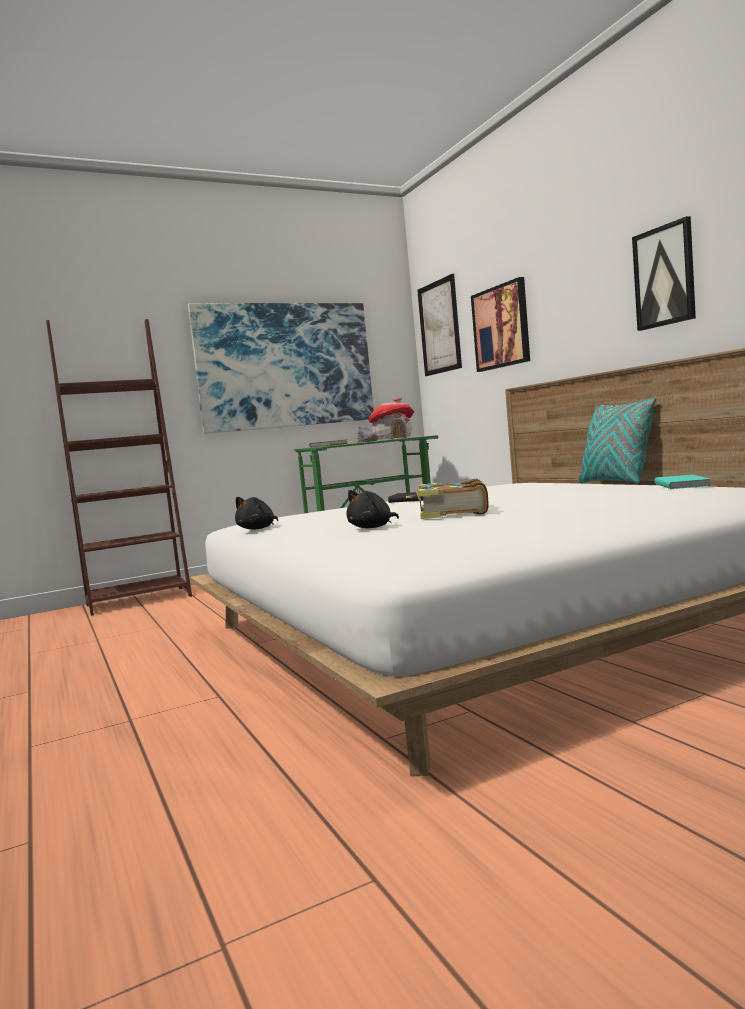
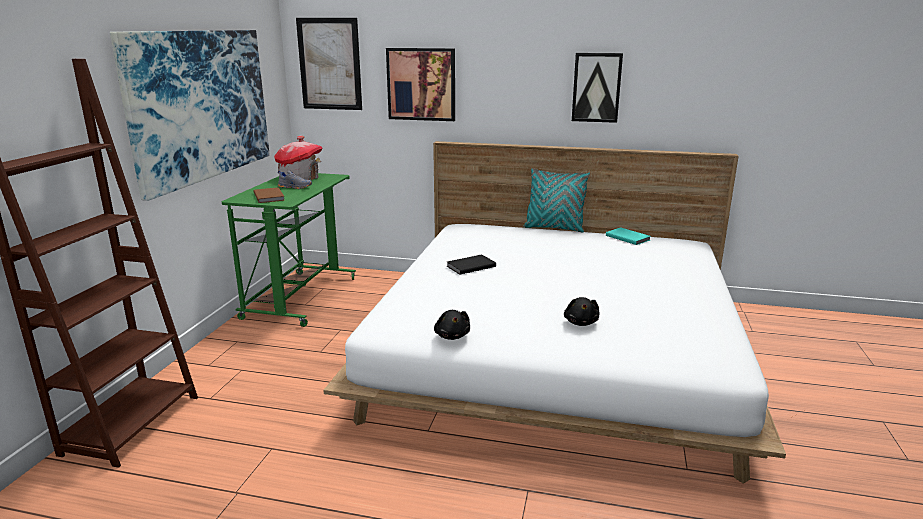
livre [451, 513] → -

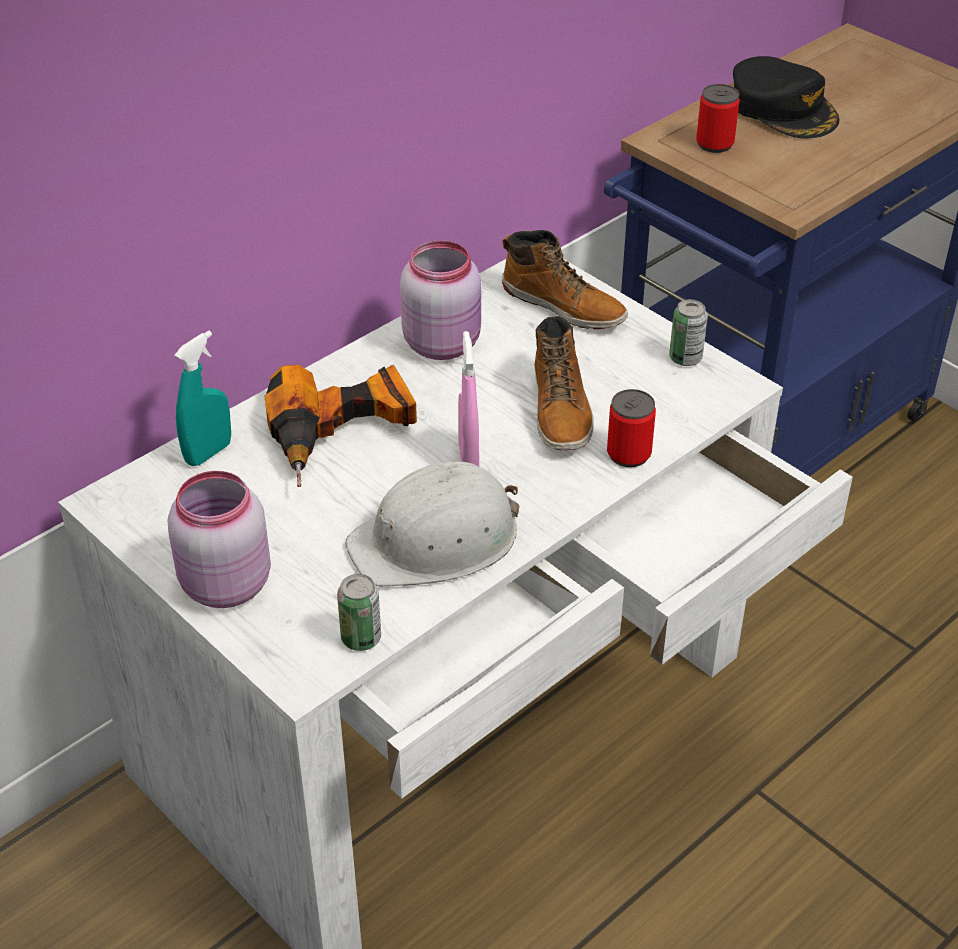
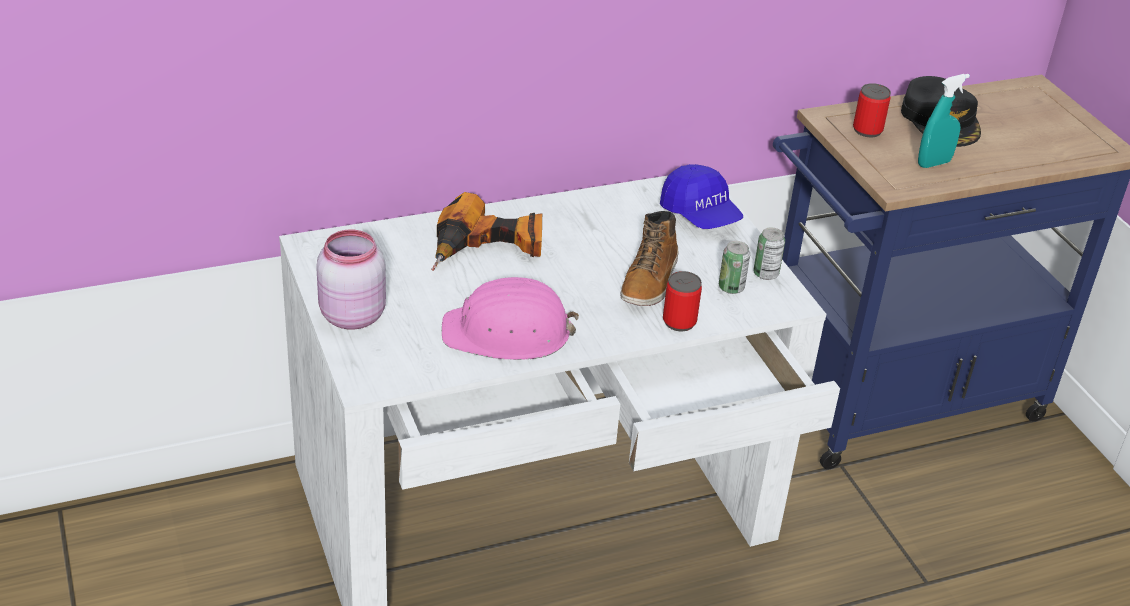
vaporisateur (turquoise) [208, 453] → vaporisateur (turquoise) [934, 163], relocated
boîte métallique [361, 638] → boîte métallique [731, 288], relocated
casque de chantier (blanc) [437, 540] → casque de chantier (rose) [508, 333]
bocal (rose) [443, 343] → -
vaporisateur (rose) [468, 457] → -
botte [564, 305] → casquette (bleu) [700, 215]

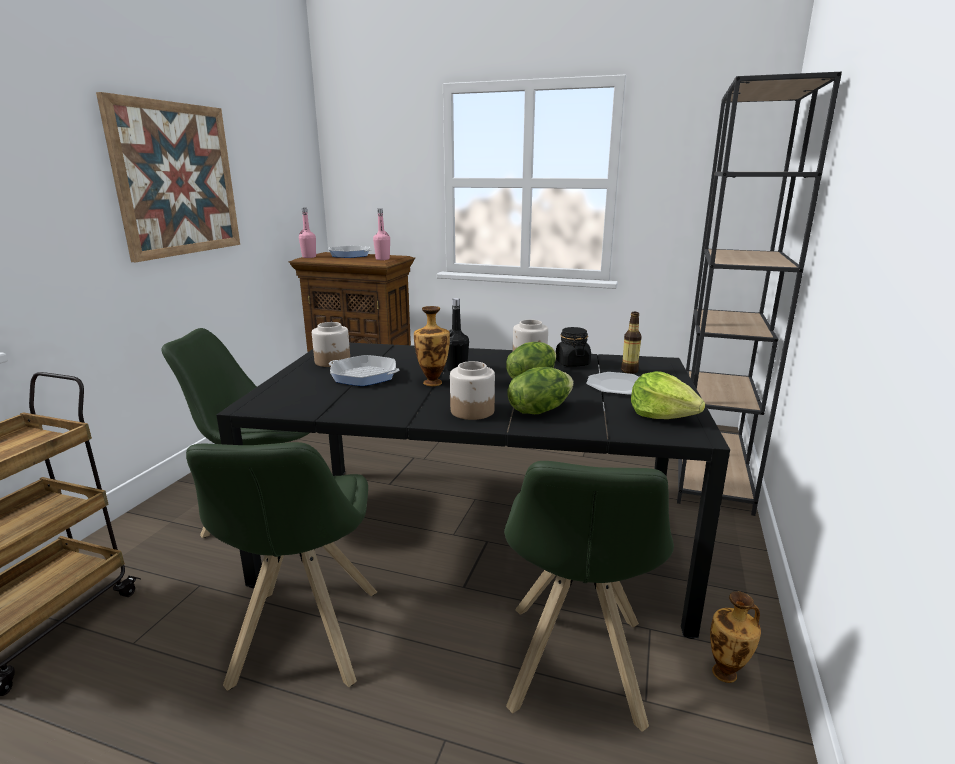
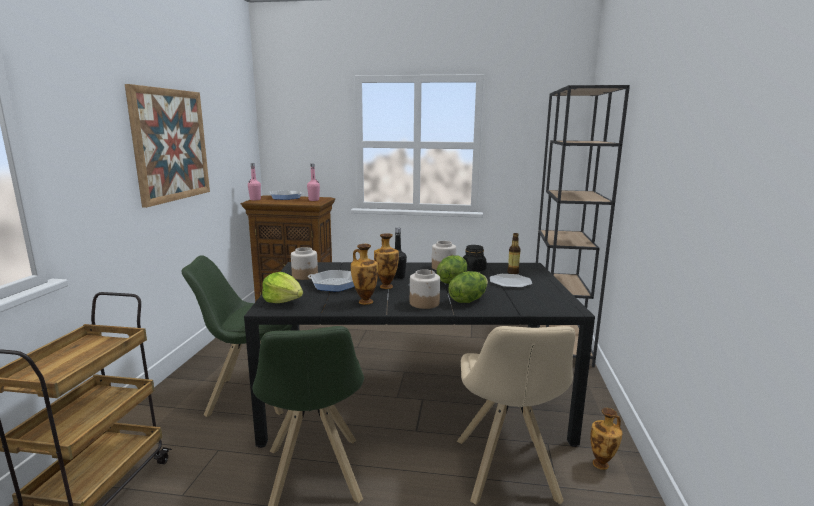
chaise (vert) [575, 664] → chaise (beige) [506, 470]
laitue [662, 415] → laitue [283, 301], relocated
- → vase [365, 301]

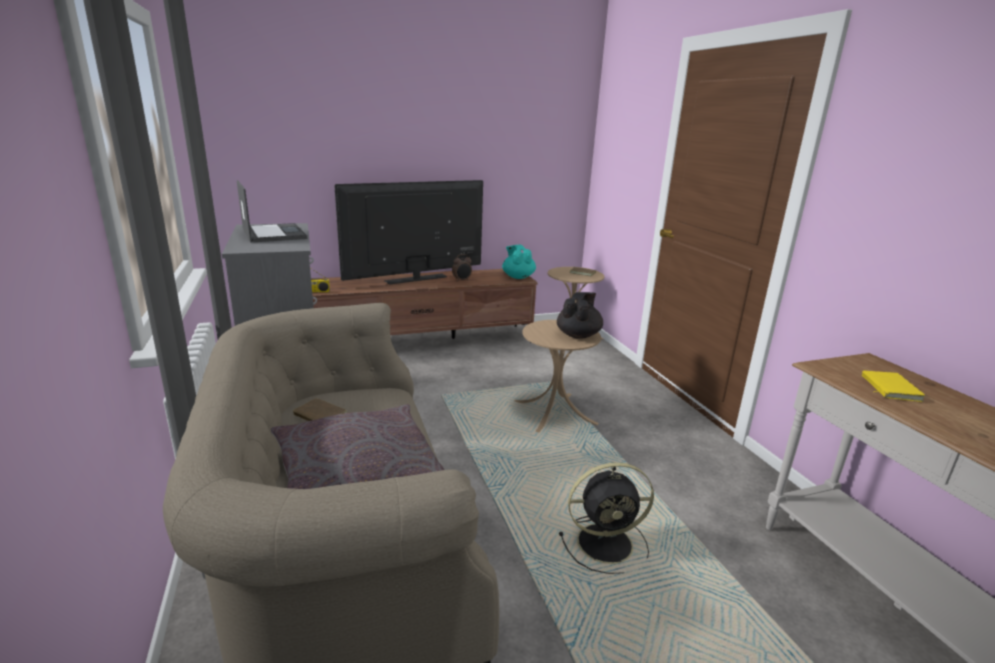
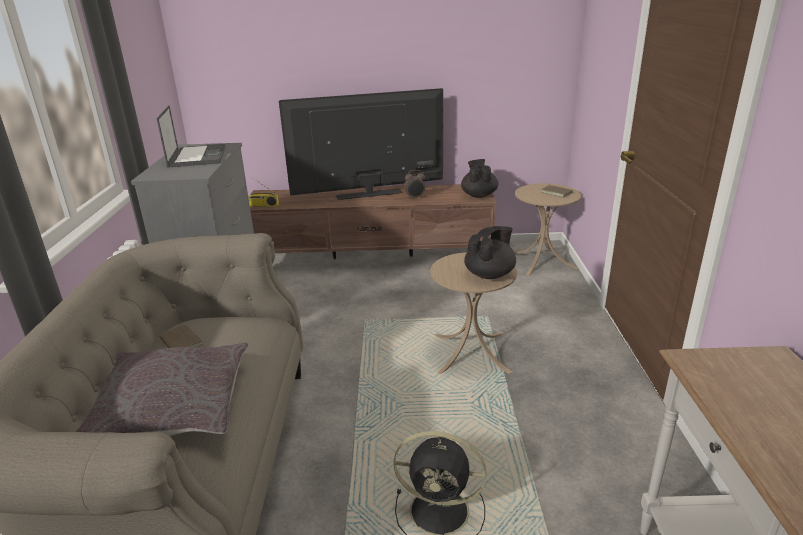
théière (turquoise) [518, 277] → théière (noir) [479, 195]
livre (jaune) [888, 388] → -

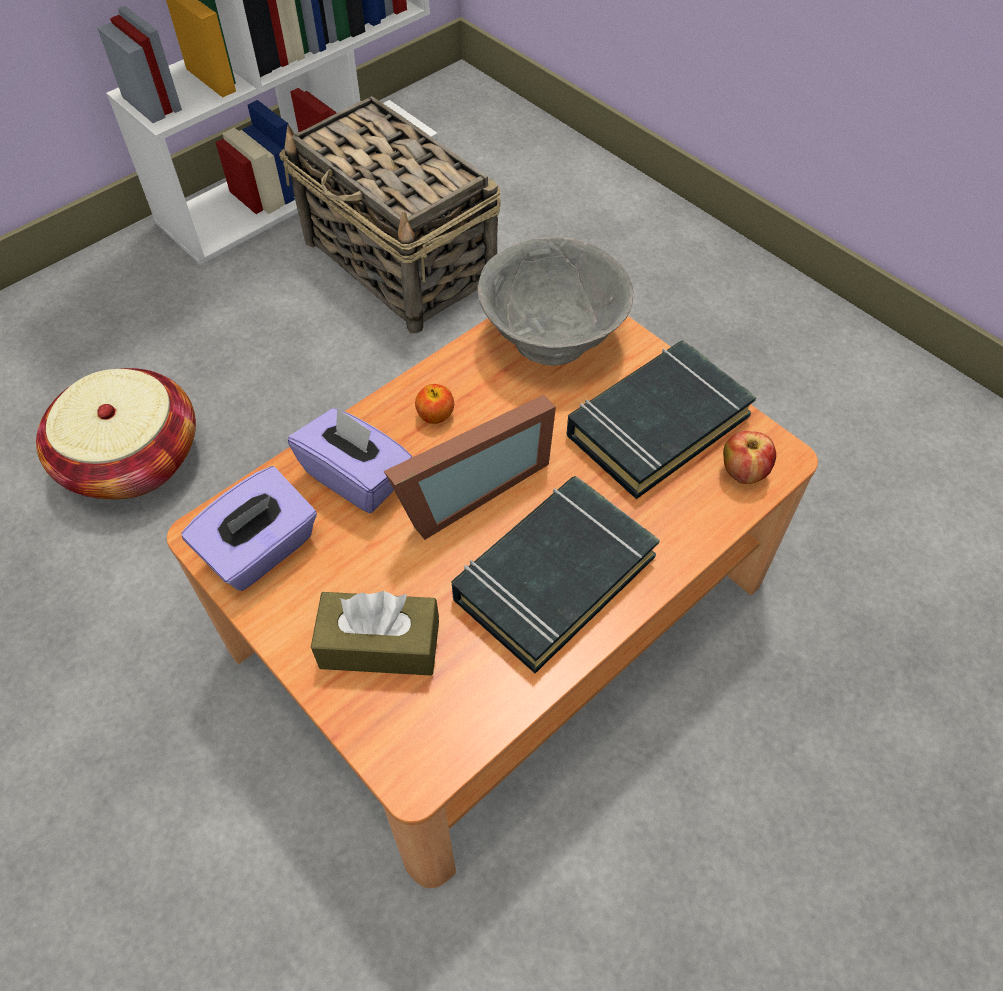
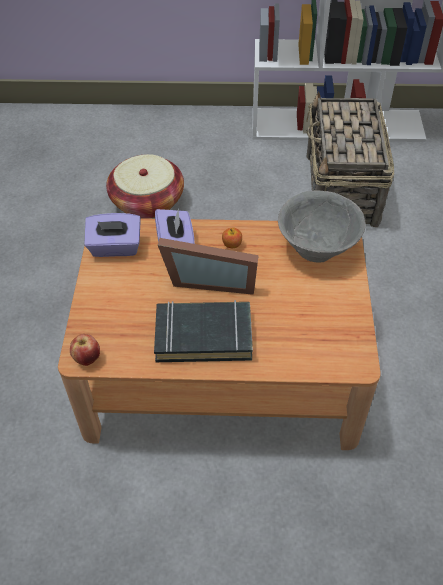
boîte à mouchoirs (marron) [380, 644] → -
livre (noir) [657, 425] → -
pomme [743, 472] → pomme [87, 358], relocated

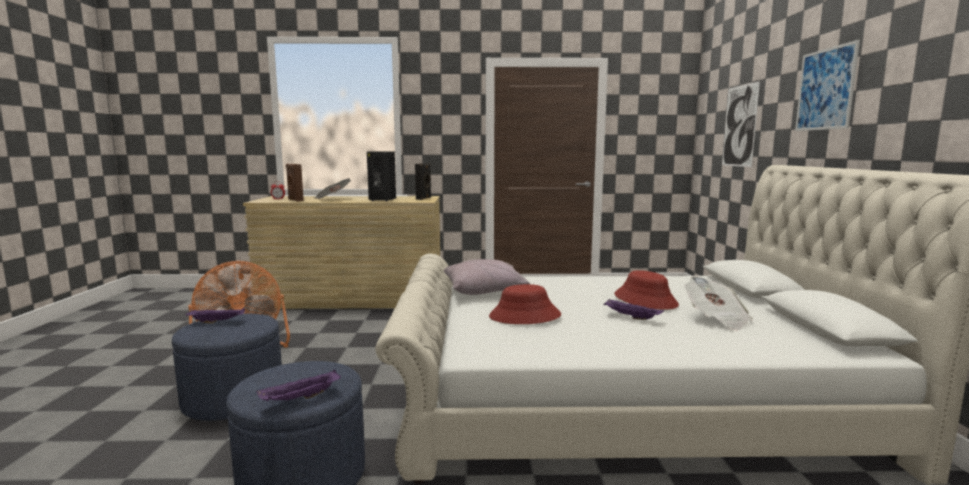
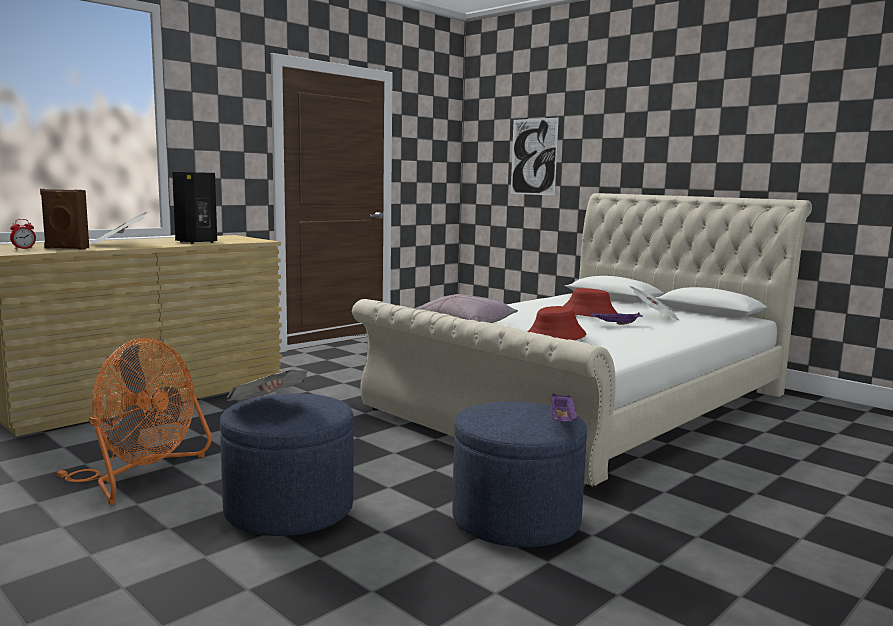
plateau (violet) [218, 322] → journal [267, 407]
enceinte (noir) [424, 198] → -
tableau [825, 89] → -

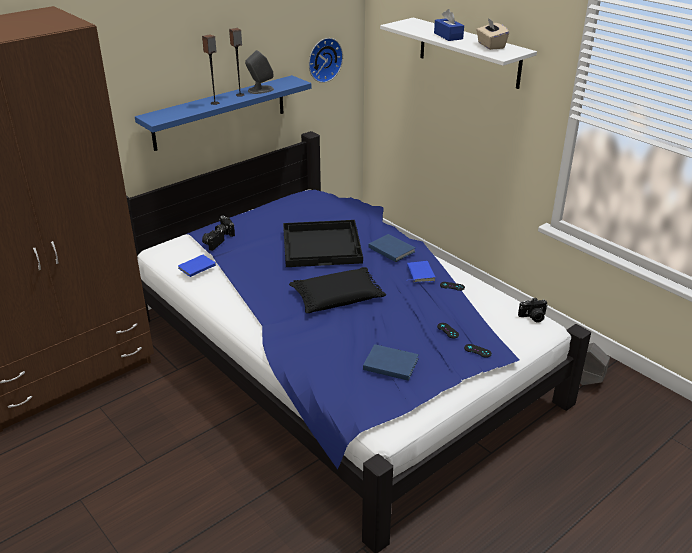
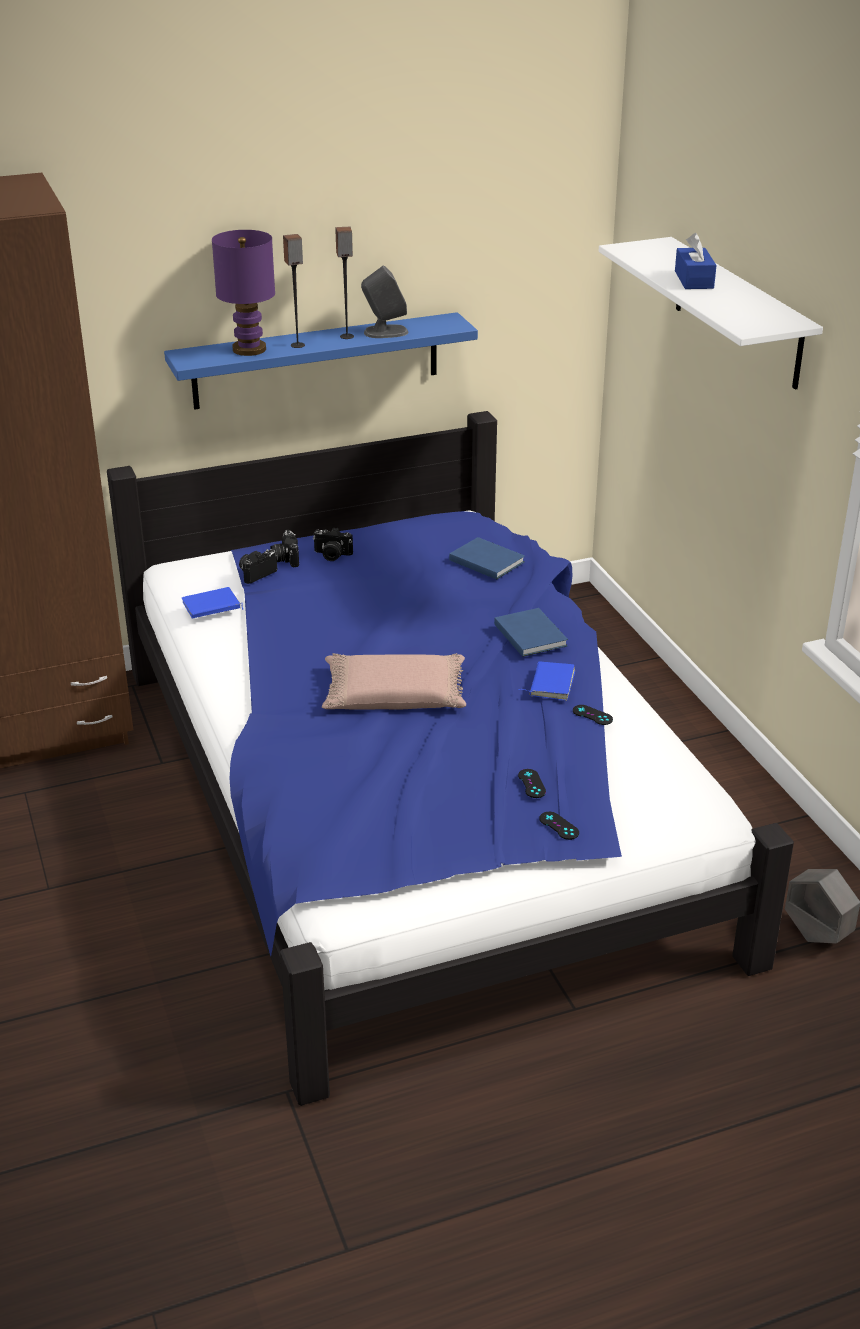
plateau (noir) [322, 245] → -
coussin (noir) [337, 295] → coussin (beige) [394, 691]
horloge murale [323, 59] → -
livre (bleu) [389, 363] → livre (bleu) [486, 560], relocated
boîte à mouchoirs (beige) [490, 45] → -
appareil photo [533, 317] → appareil photo [332, 555], relocated
- → lampe de table (violet) [248, 349]

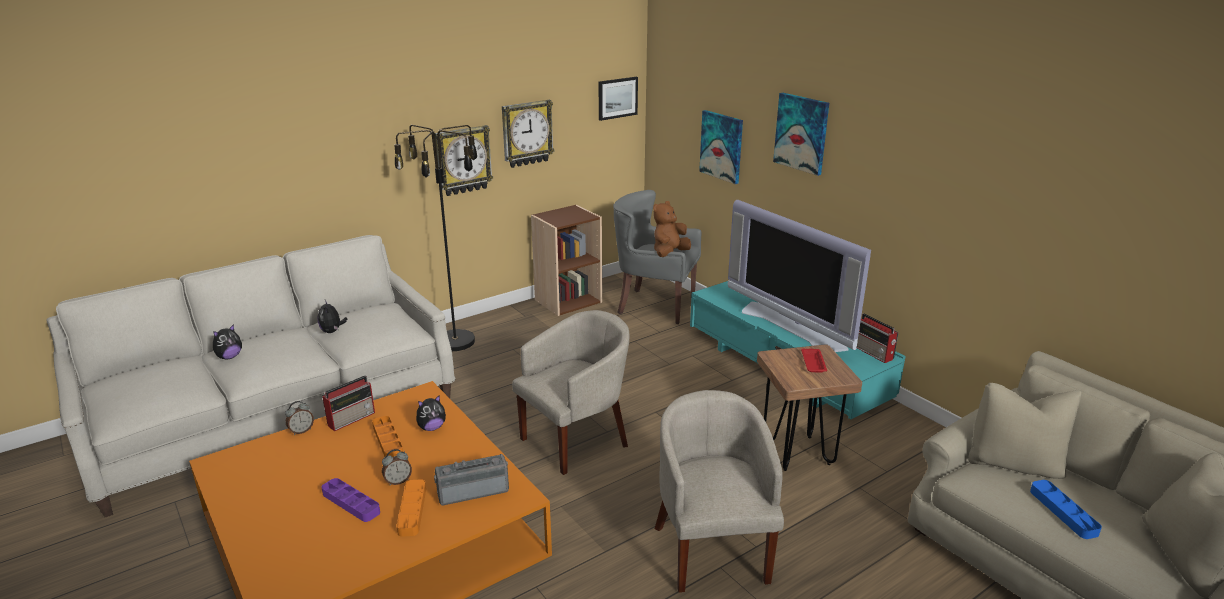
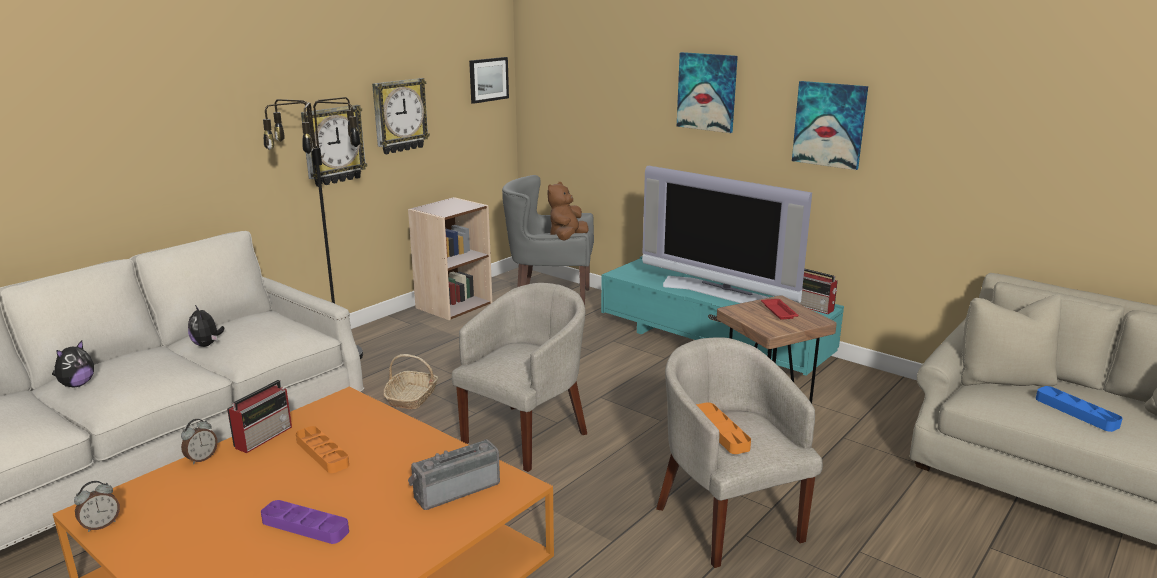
réveil [398, 481] → réveil [101, 525], relocated
plateau (orange) [412, 510] → plateau (orange) [720, 432], relocated
peluche [431, 428] → -
tableau [722, 146] → tableau [829, 124], relocated
- → panier [412, 397]

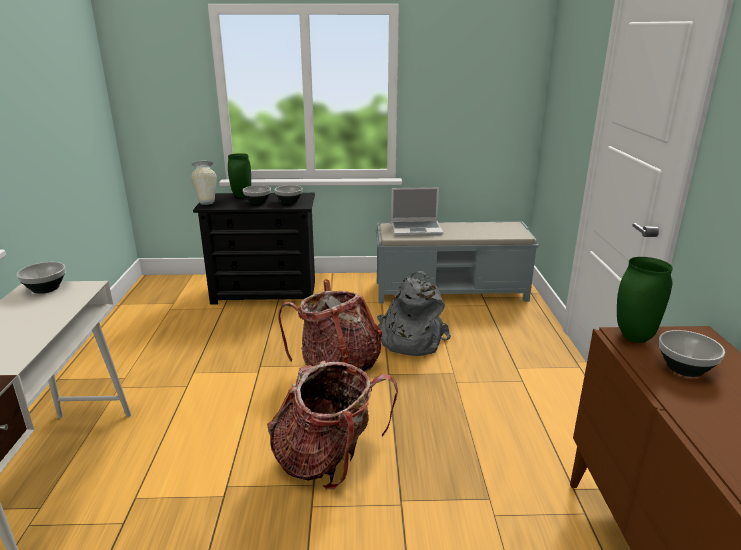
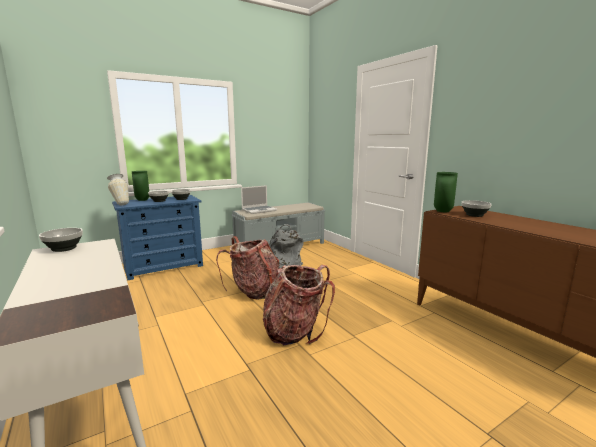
commode (noir) [265, 292] → commode (bleu) [164, 267]

